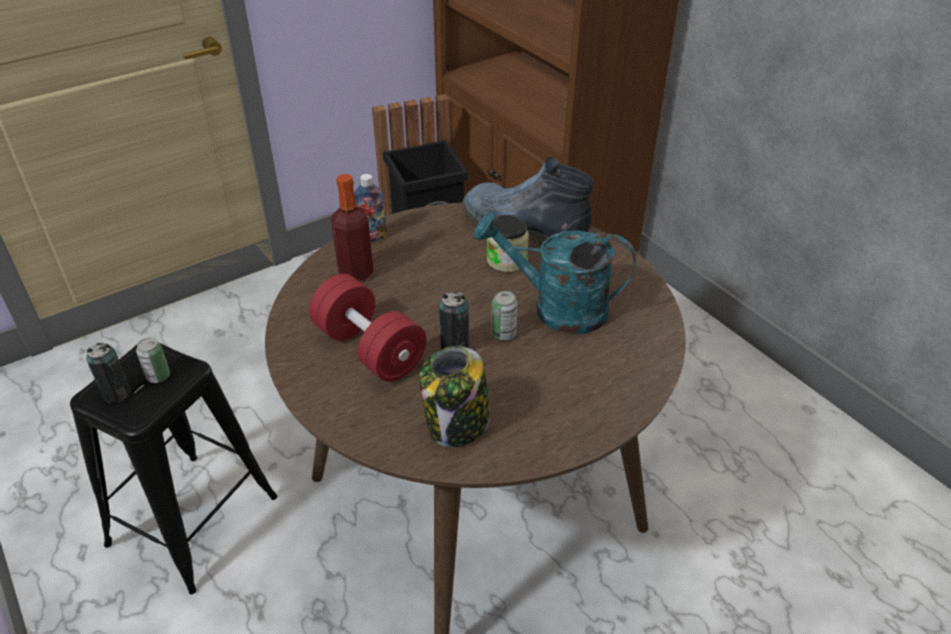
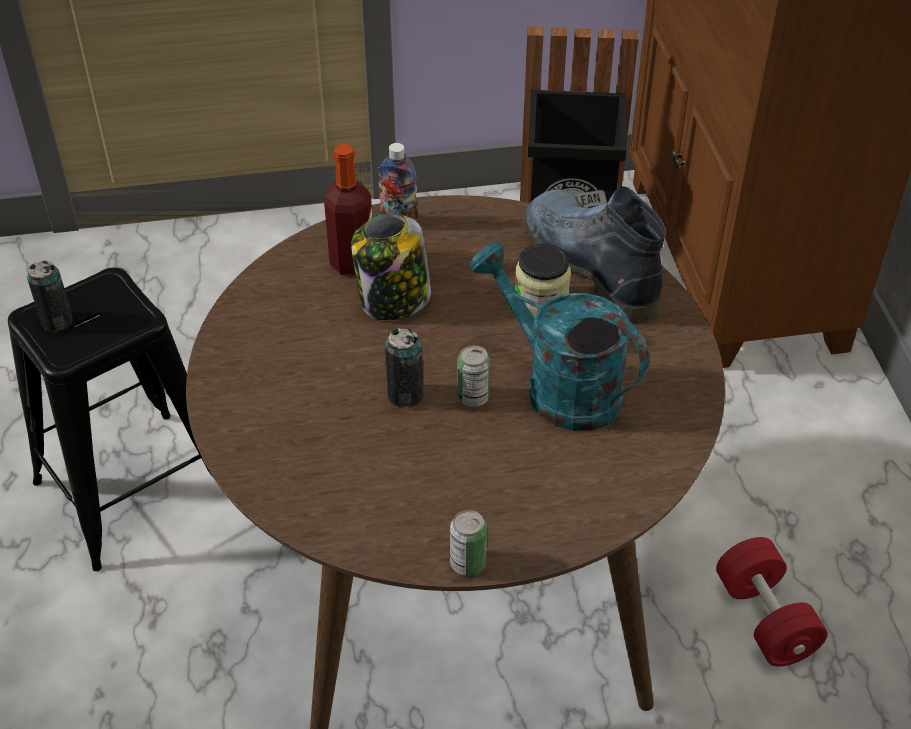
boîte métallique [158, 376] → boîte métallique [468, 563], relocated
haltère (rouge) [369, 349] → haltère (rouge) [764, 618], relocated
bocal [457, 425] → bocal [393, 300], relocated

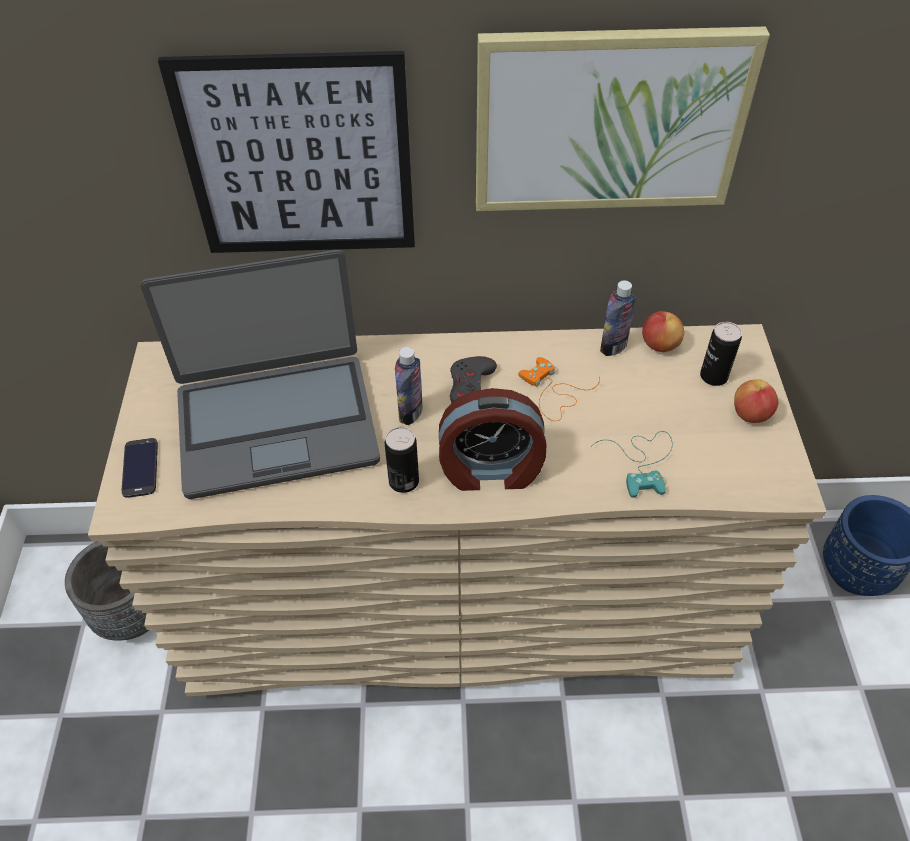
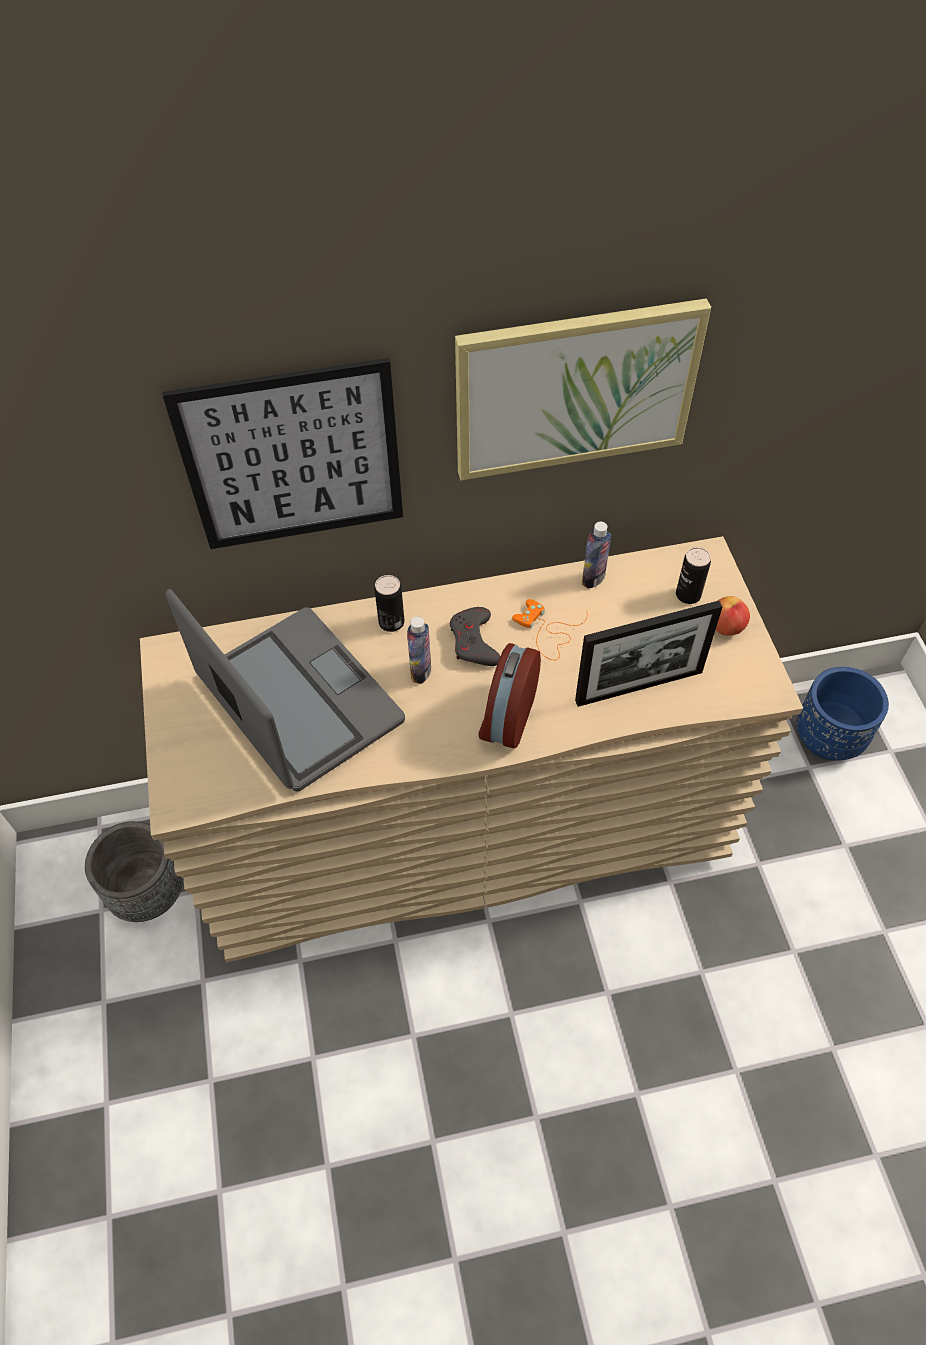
téléphone [140, 468] → -
ordinateur portable [276, 424] → ordinateur portable [298, 701], 105 degrees counterclockwise
boîte métallique [404, 481] → boîte métallique [391, 622], relocated
réveil [491, 471] → réveil [506, 716], 120 degrees clockwise
manette (turquoise) [642, 461] → cadre photo [639, 686]
pomme [659, 345] → -

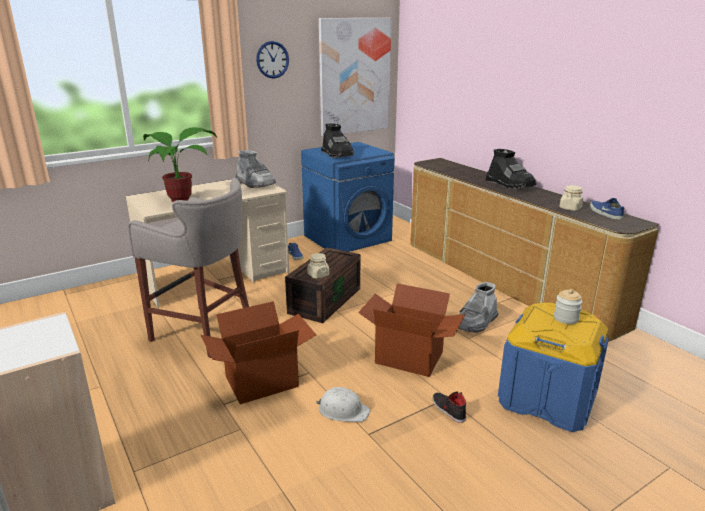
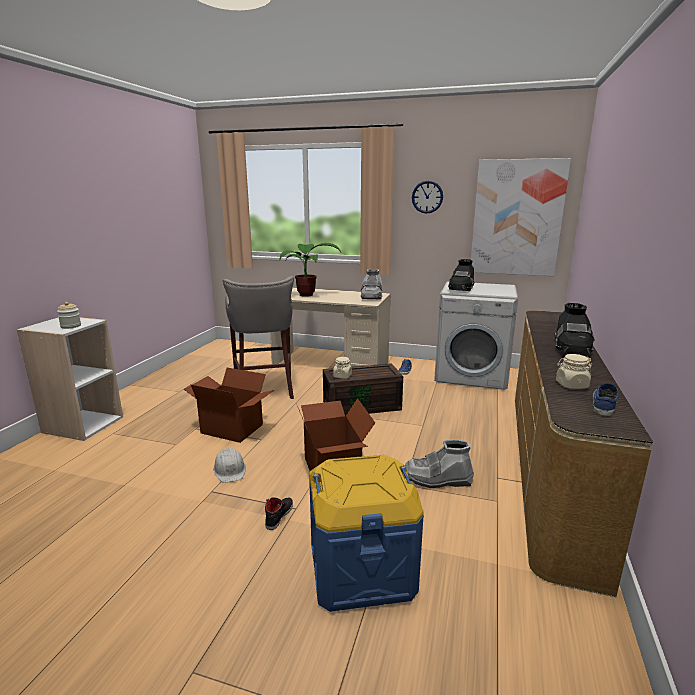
lave-linge (bleu) [350, 238] → lave-linge (blanc) [472, 375]
bocal [566, 318] → bocal [71, 326], relocated

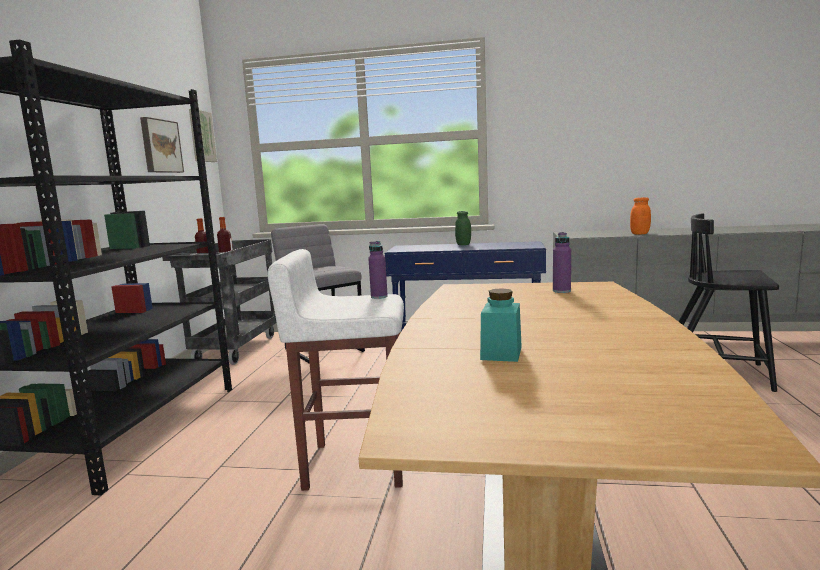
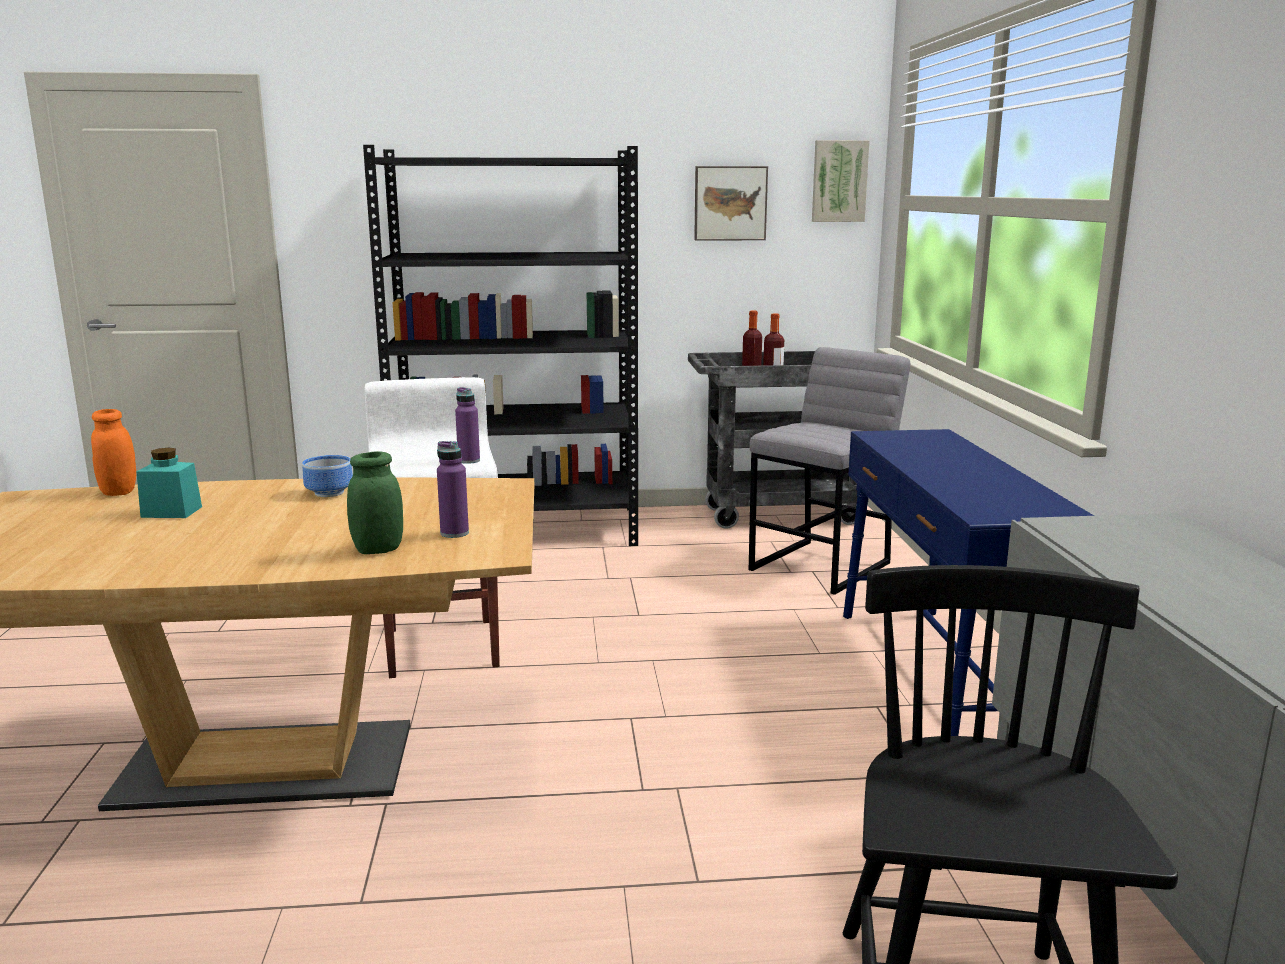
bocal (vert) [463, 244] → bocal (vert) [378, 549], relocated
bocal (orange) [639, 234] → bocal (orange) [118, 492], relocated
- → bol [330, 492]

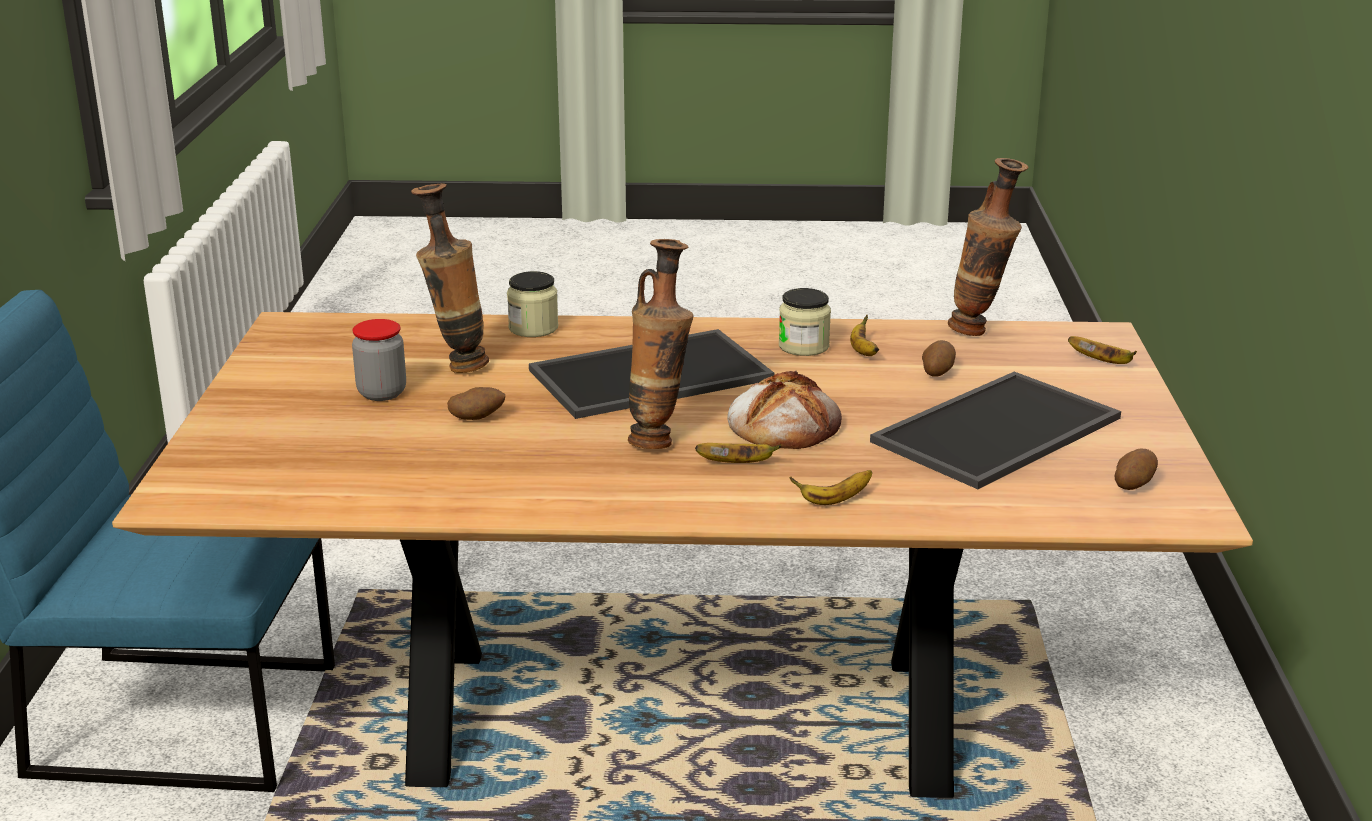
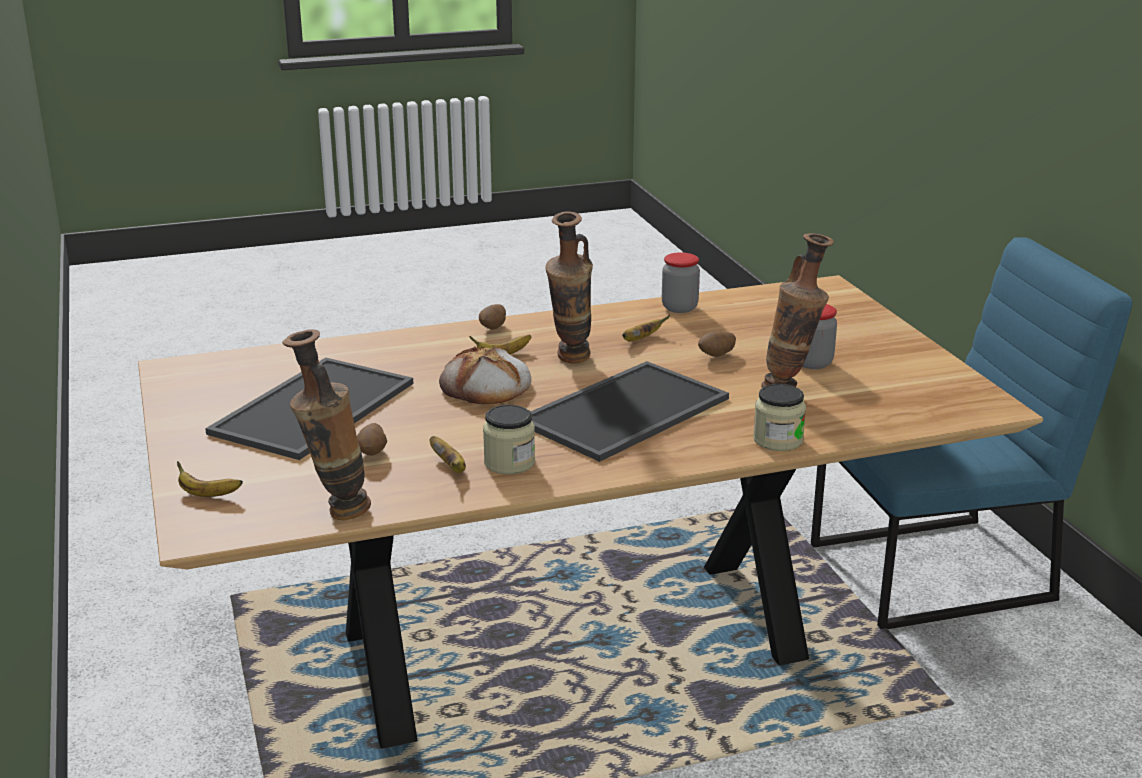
banane [834, 500] → banane [641, 339], relocated
pomme de terre [1132, 485] → pomme de terre [493, 329], relocated
- → bocal [679, 308]

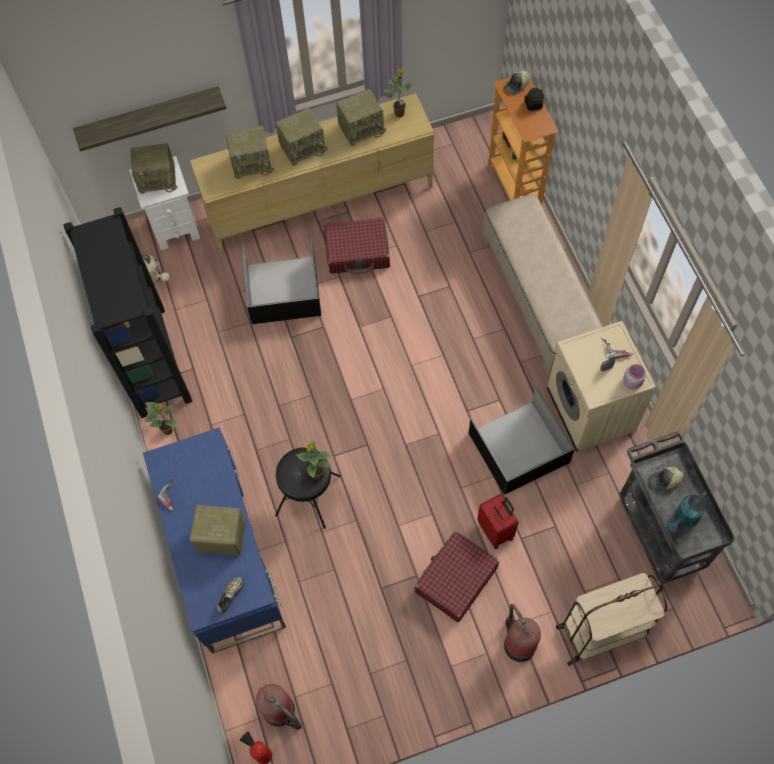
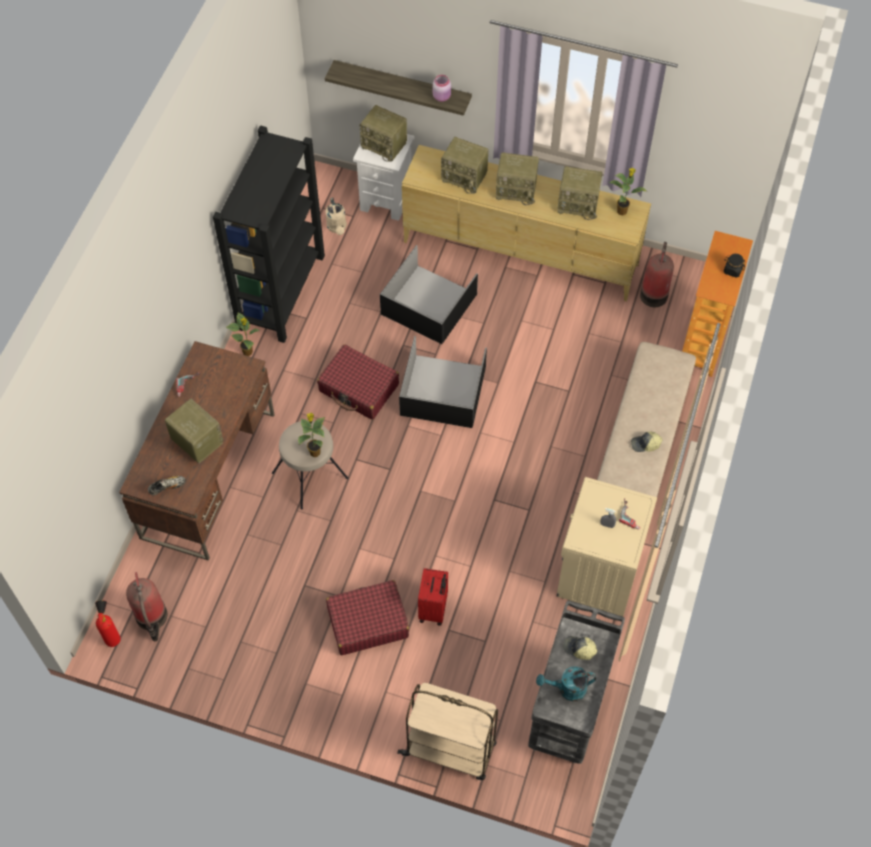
bureau (bleu) [224, 555] → bureau (marron) [209, 474]
tabouret (noir) [309, 496] → tabouret (beige) [310, 476]
valise (rouge) [357, 252] → valise (rouge) [359, 388], relocated
boîte de rangement (noir) [519, 447] → boîte de rangement (noir) [444, 391], relocated
casquette [516, 86] → casquette [645, 444], relocated
extincteur [518, 643] → extincteur [654, 293], relocated
bocal (rose) [632, 382] → bocal (rose) [442, 97], relocated

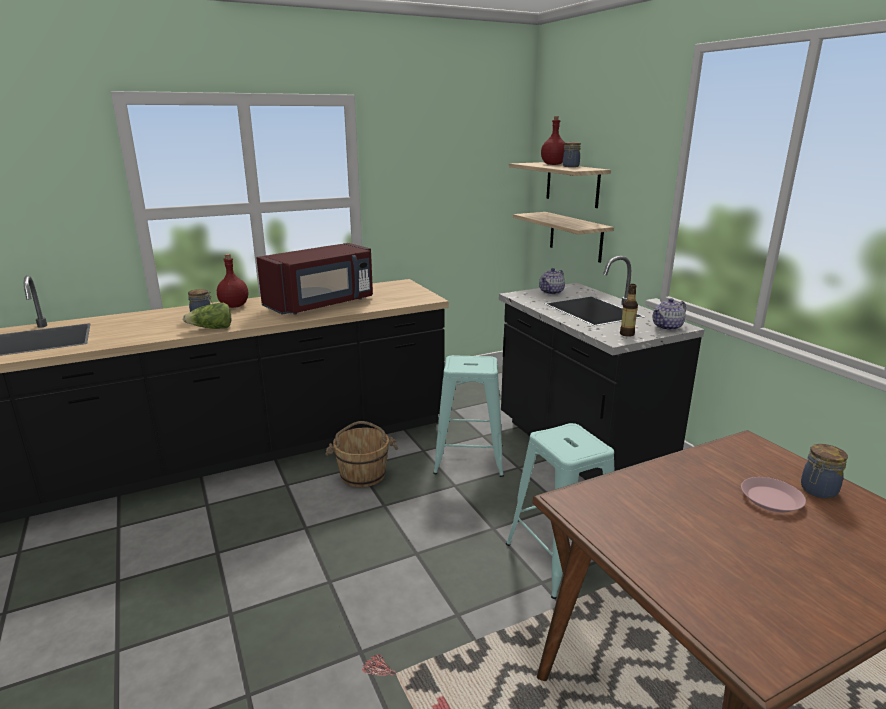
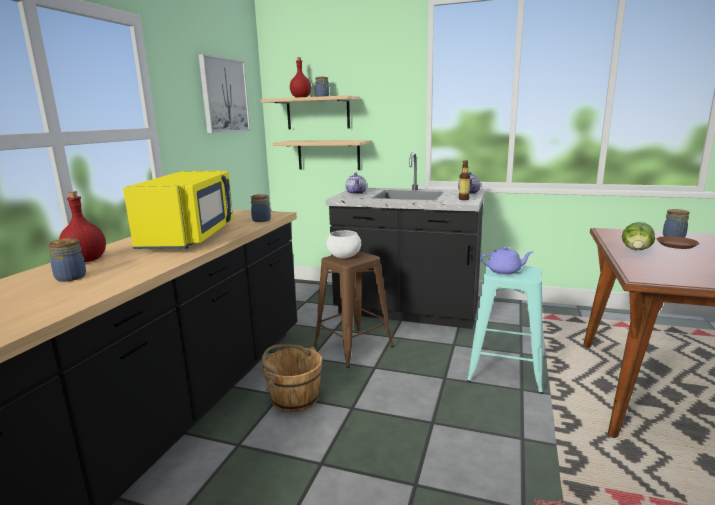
laitue [212, 329] → laitue [636, 251], relocated
micro-ondes (rouge) [322, 304] → micro-ondes (jaune) [191, 237]
tabouret (turquoise) [469, 459] → tabouret (marron) [353, 347]
assiette (rose) [771, 499] → assiette (marron) [676, 245]
- → tableau [224, 95]
- → bocal [262, 220]
- → bol (blanc) [344, 256]
- → théière (violet) [505, 271]

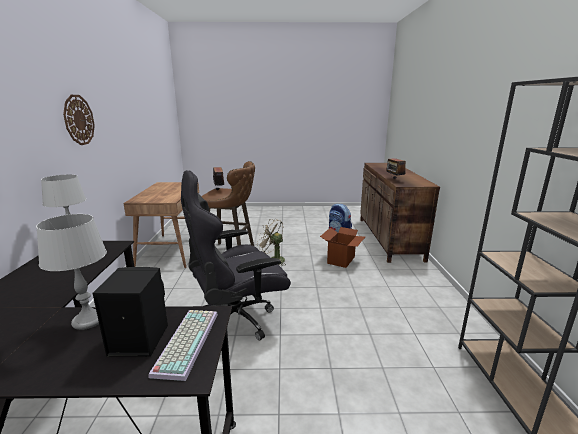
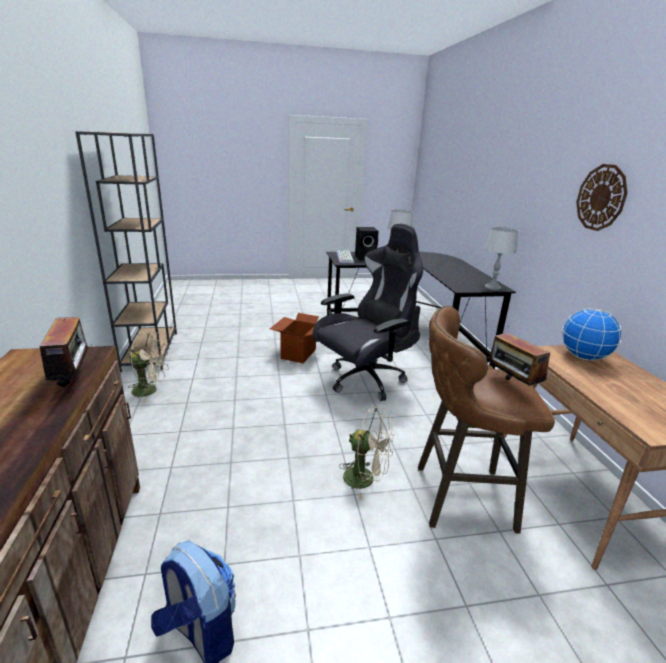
carton [341, 260] → carton [298, 354], relocated
- → ventilateur (beige) [150, 390]
- → globe [583, 357]

